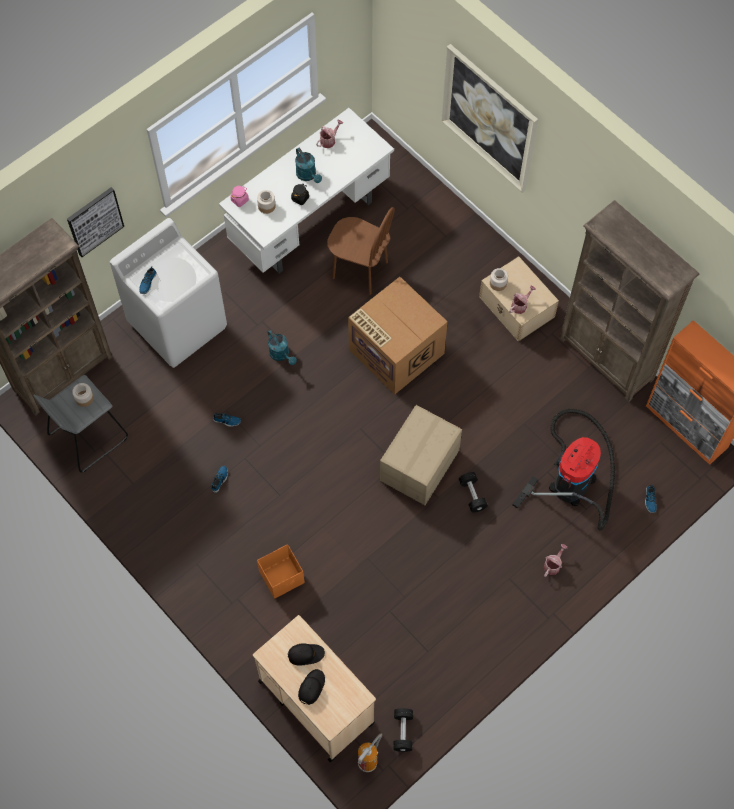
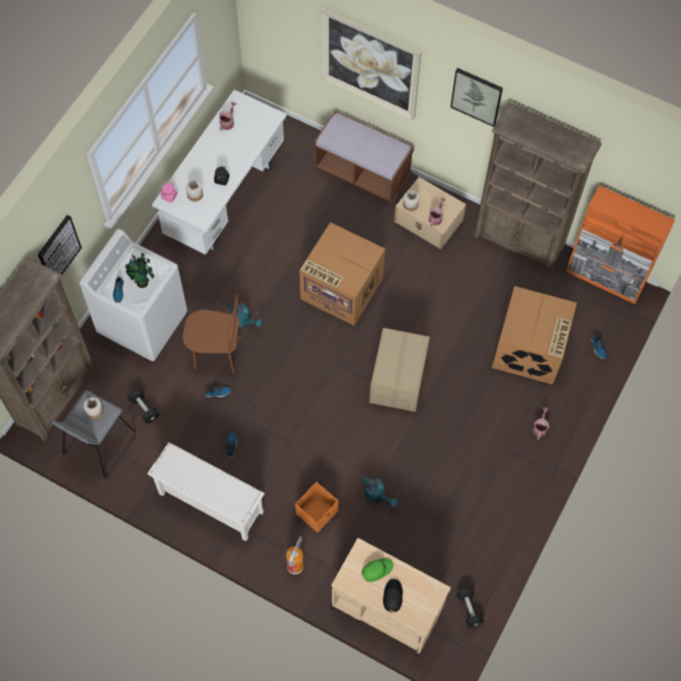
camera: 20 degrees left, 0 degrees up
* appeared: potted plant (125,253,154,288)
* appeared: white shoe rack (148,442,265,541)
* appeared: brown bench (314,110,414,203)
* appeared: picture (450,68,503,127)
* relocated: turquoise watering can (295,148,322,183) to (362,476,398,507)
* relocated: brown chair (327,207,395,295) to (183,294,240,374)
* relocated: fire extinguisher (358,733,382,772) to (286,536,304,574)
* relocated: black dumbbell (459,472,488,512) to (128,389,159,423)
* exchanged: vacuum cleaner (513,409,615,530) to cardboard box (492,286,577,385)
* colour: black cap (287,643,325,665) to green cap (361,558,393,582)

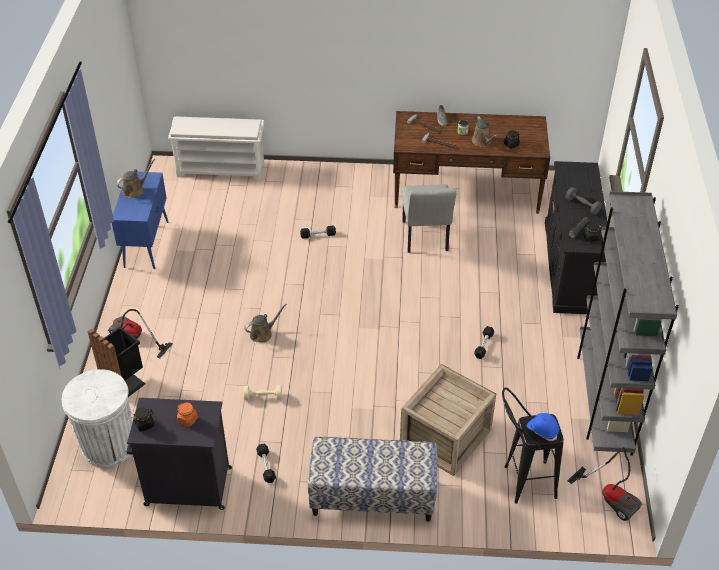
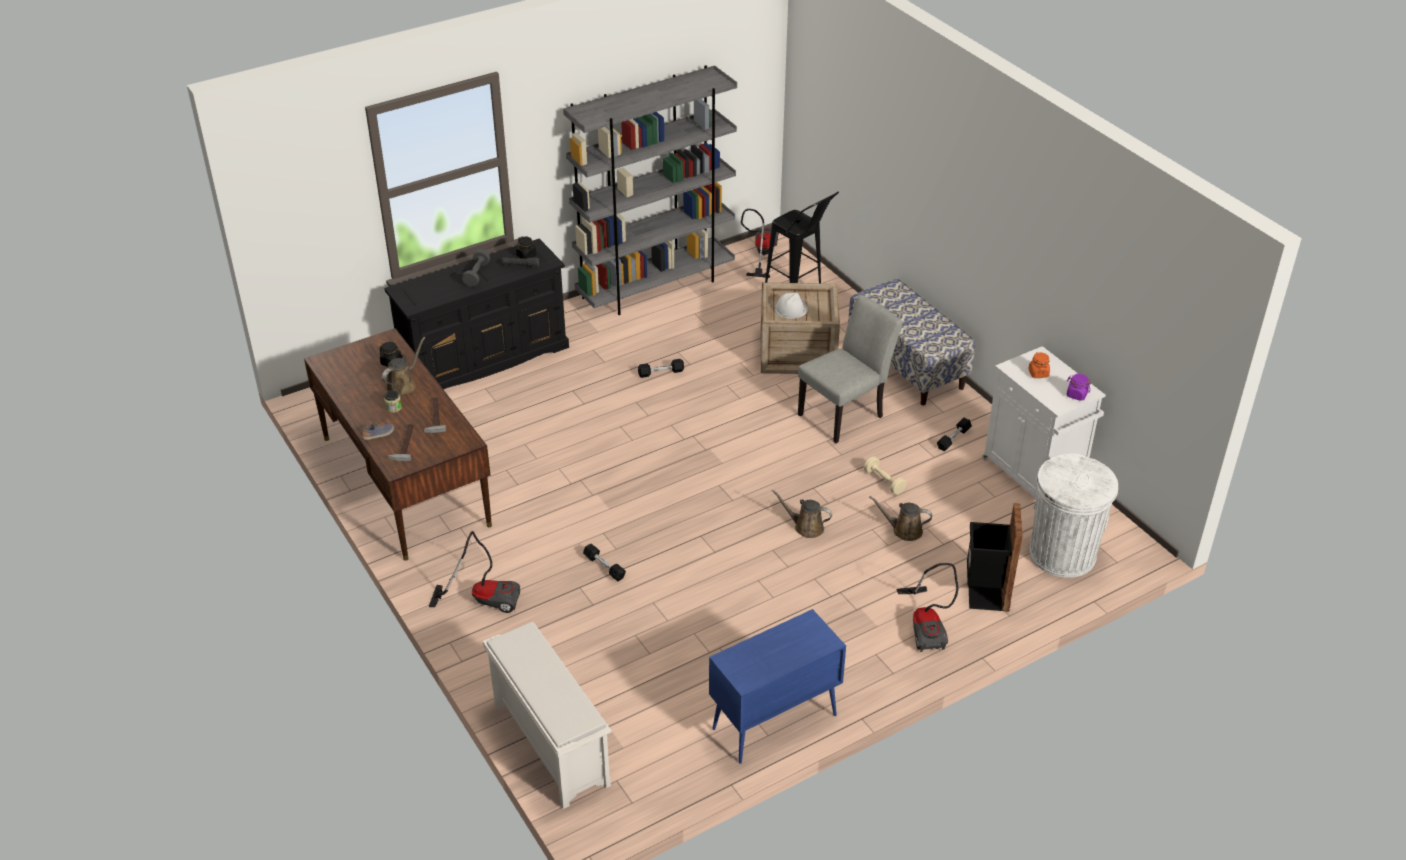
camera: 125 degrees left, 5 degrees down
* missing: blue hard hat (527,413,559,441)
* appeared: vacuum cleaner (429,531,520,613)
* appeared: white hard hat (775,293,808,319)
* relocated: brown watering can (116,159,155,198) to (869,496,932,541)
* relocated: grey chair (401,184,456,253) to (798,294,903,443)
* colour: black cabinet (126,398,232,510) to white cabinet (982,346,1106,499)
* colour: black jar (133,407,154,432) to purple jar (1066,374,1091,401)

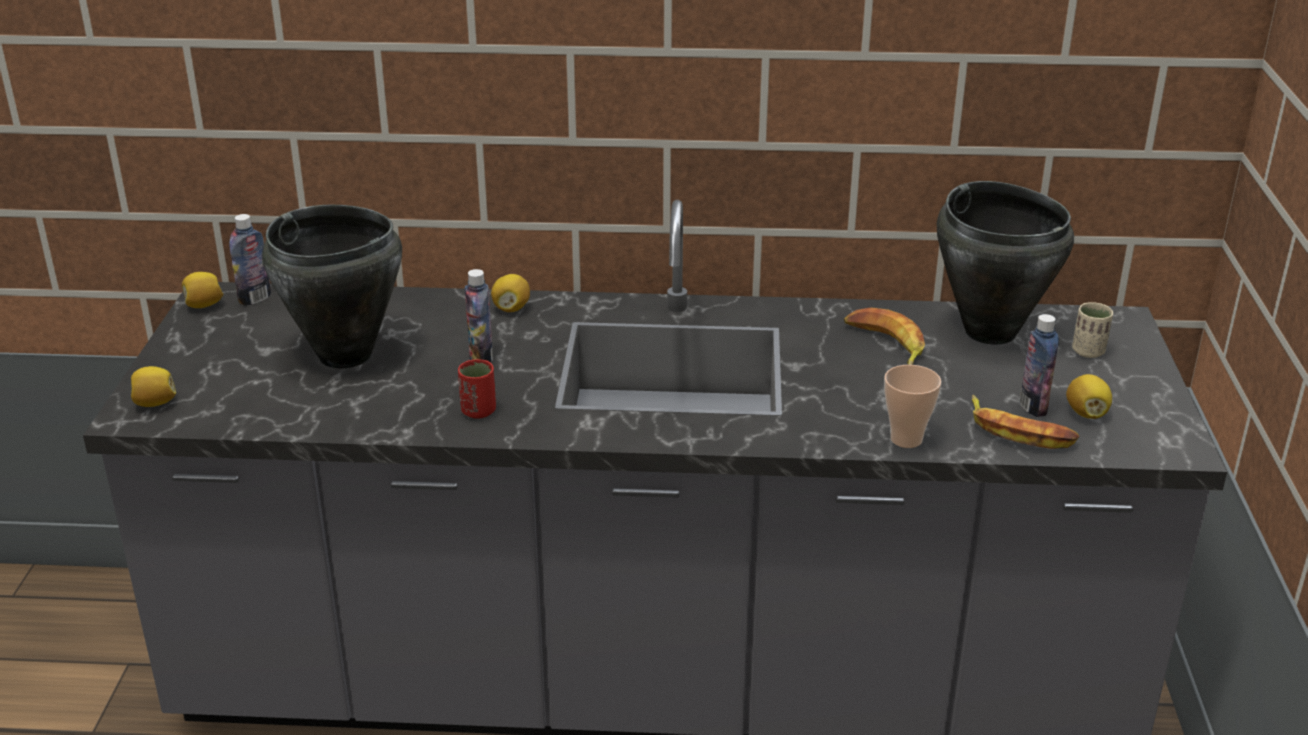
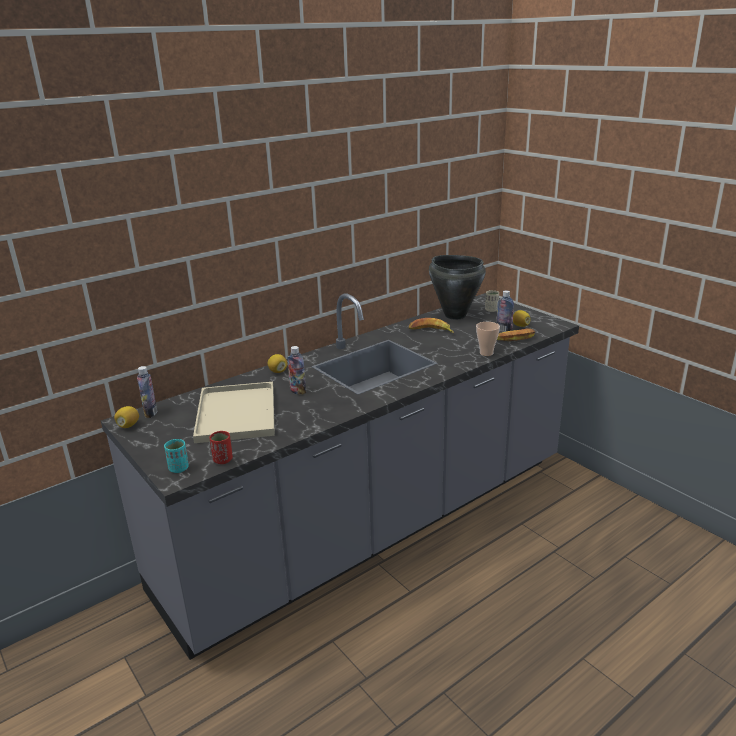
camera: 40 degrees left, 5 degrees down
* relocated: red cup (458,359,496,419) to (209,431,233,464)
* exchanged: lemon (131,366,176,407) to turquoise cup (164,439,189,473)
* exchanged: black cooking pot (262,205,402,368) to beige tray (193,382,275,443)

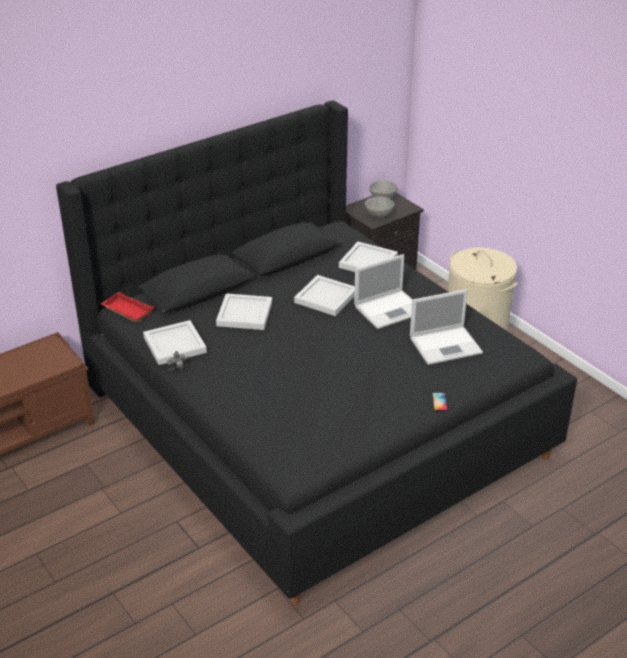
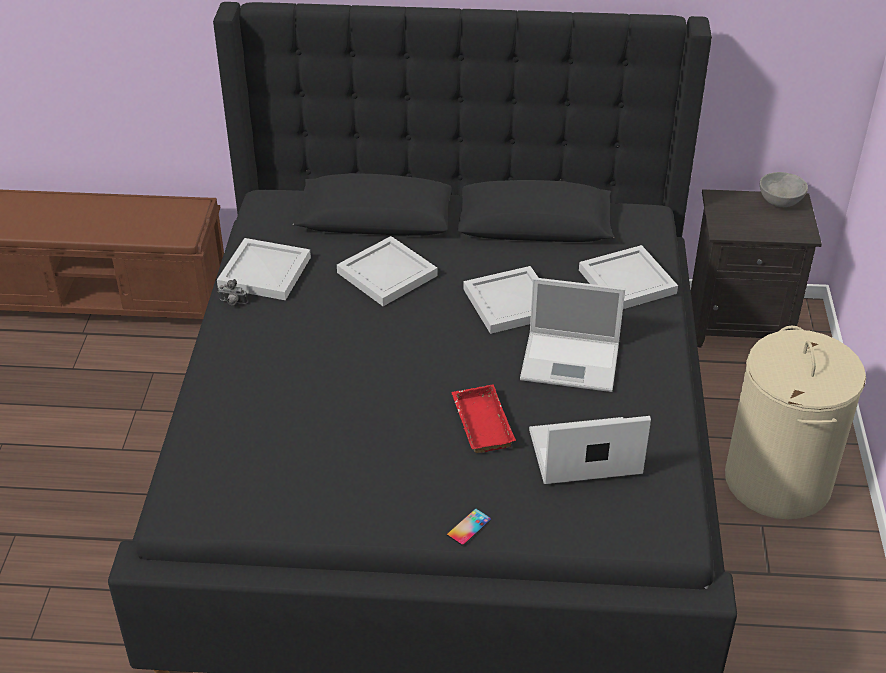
camera: 40 degrees right, 5 degrees up
* missing: grey bowl (365,197,395,217)
* relocated: red tray (101,292,154,323) to (451,384,516,453)
* spun: laptop (410,289,483,365) = (529,416,651,484) 150 degrees clockwise

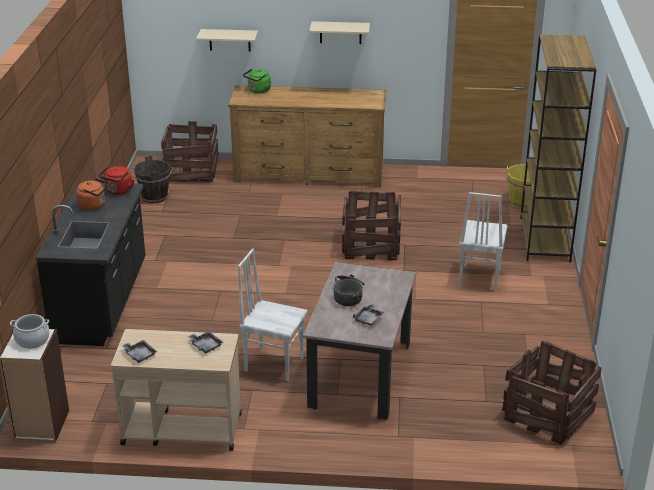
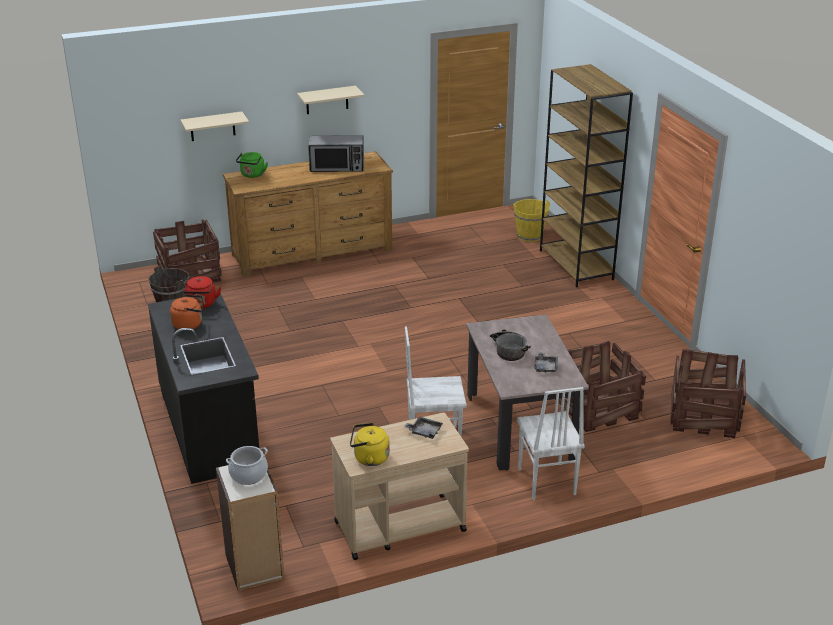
camera: 25 degrees left, 0 degrees up
* appeared: microwave (308,135,364,172)
* relocated: crate (342,191,401,260) to (555,341,646,432)
* relocated: white chair (459,192,508,292) to (517,387,585,501)
* exchanged: grey tray (121,340,157,363) to yellow kettle (350,423,390,466)

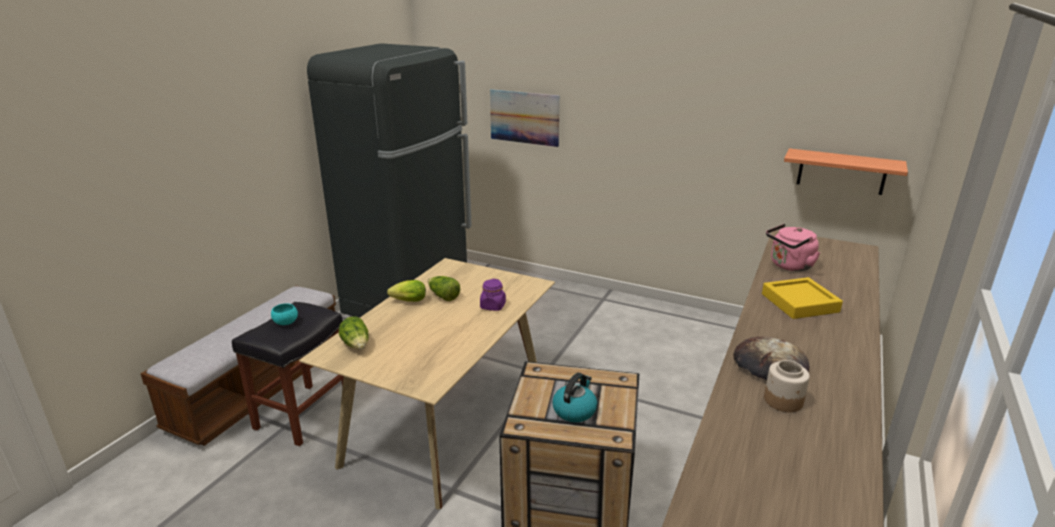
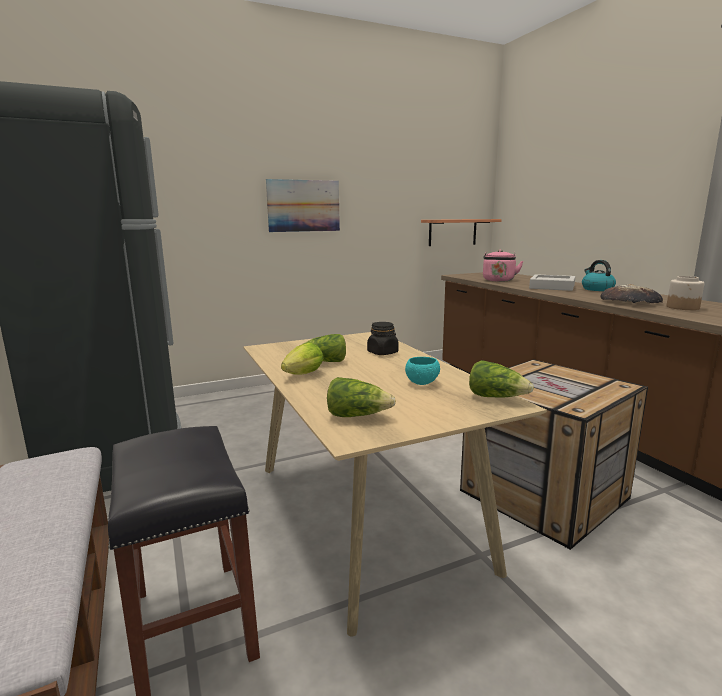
camera: 50 degrees left, 10 degrees down
* appeared: lettuce (469,360,534,397)
* relocated: turquoise bowl (271,303,298,325) to (405,357,440,385)
* relocated: picture (490,89,560,147) to (266,179,340,232)
* relocated: kettle (552,373,597,422) to (582,260,616,291)
* colour: purple jar (480,279,506,311) to black jar (367,322,398,355)
* colour: yellow tray (762,277,843,319) to grey tray (529,274,575,291)

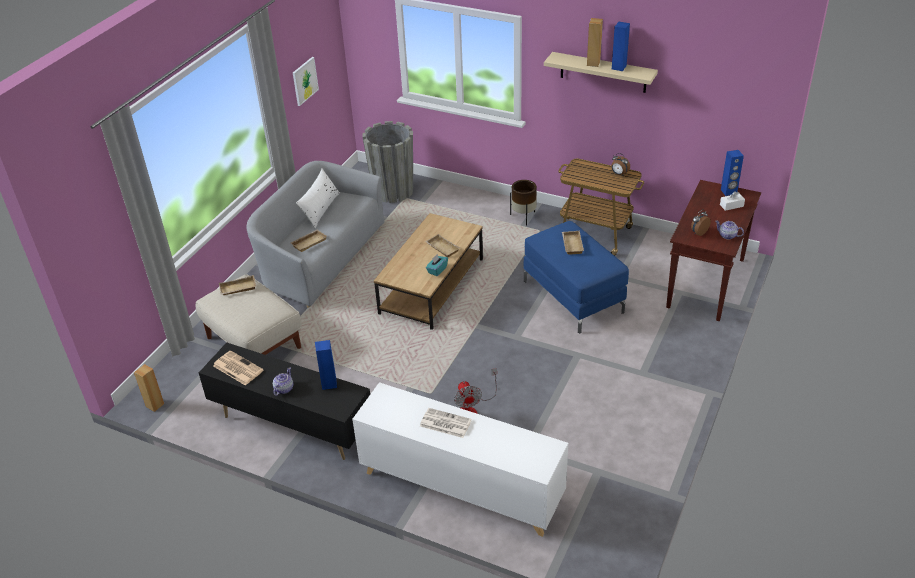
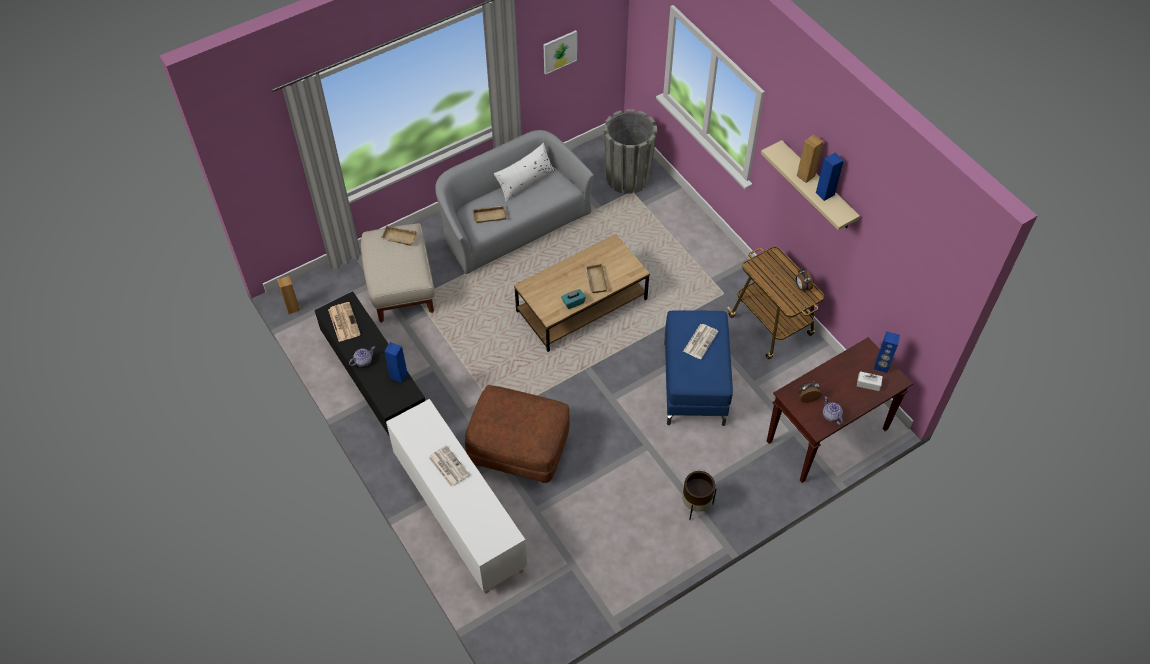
camera: 30 degrees right, 15 degrees up
* relocated: brown planter (510,180,537,226) to (682,471,716,520)
* exchanged: fan (454,368,497,414) to brown ottoman (465,385,570,483)
* exchanged: beige tray (562,231,584,254) to newspaper (683,324,719,359)

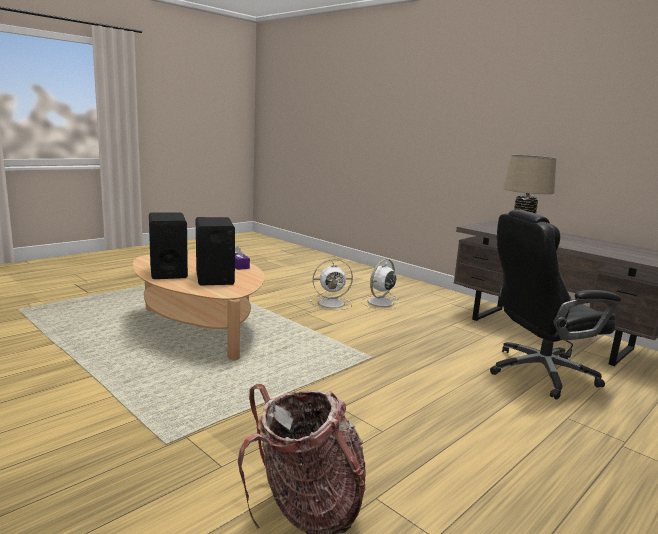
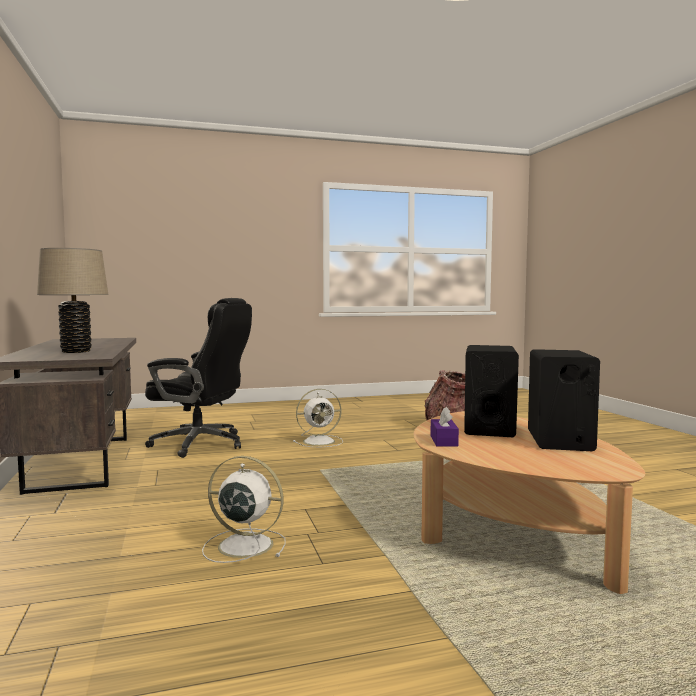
camera: 150 degrees left, 10 degrees down
* relocated: white fan (361,259,399,310) to (293,389,343,447)

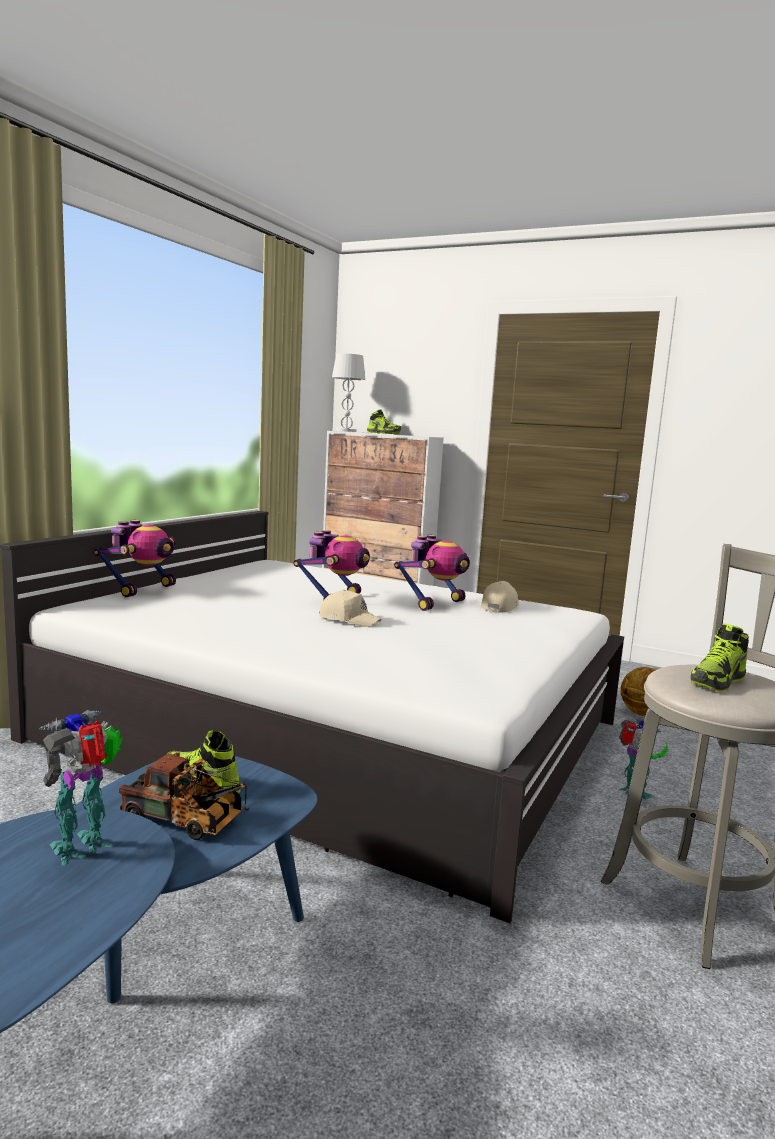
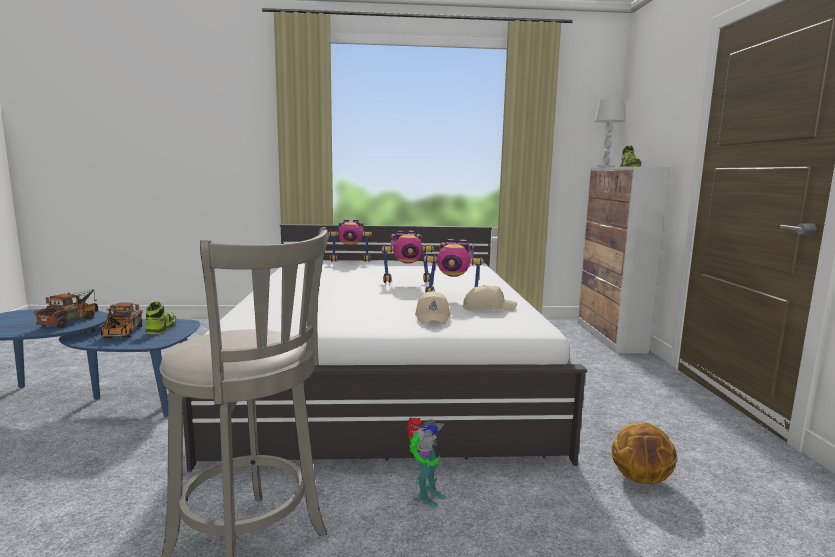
camera: 60 degrees right, 0 degrees up
* missing: shoe (691,624,749,692)
* relocated: beige cap (319,589,382,627) to (415,291,451,324)
* exchanged: toy robot (39,710,123,865) to toy truck (34,289,99,328)

